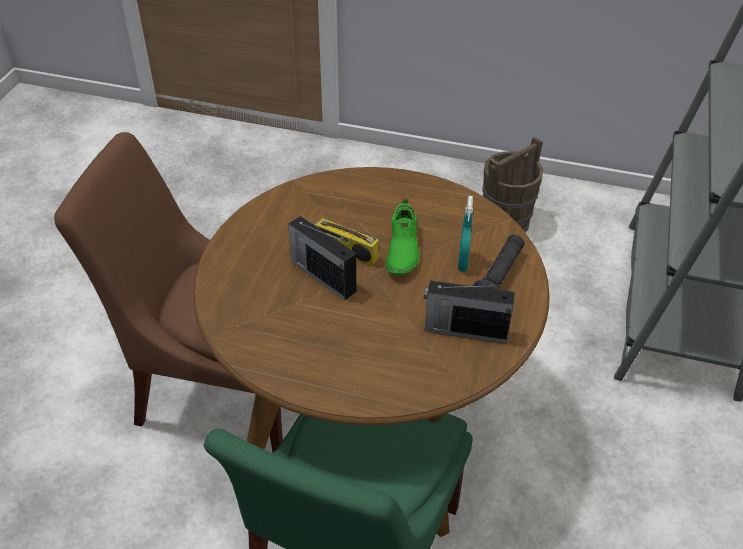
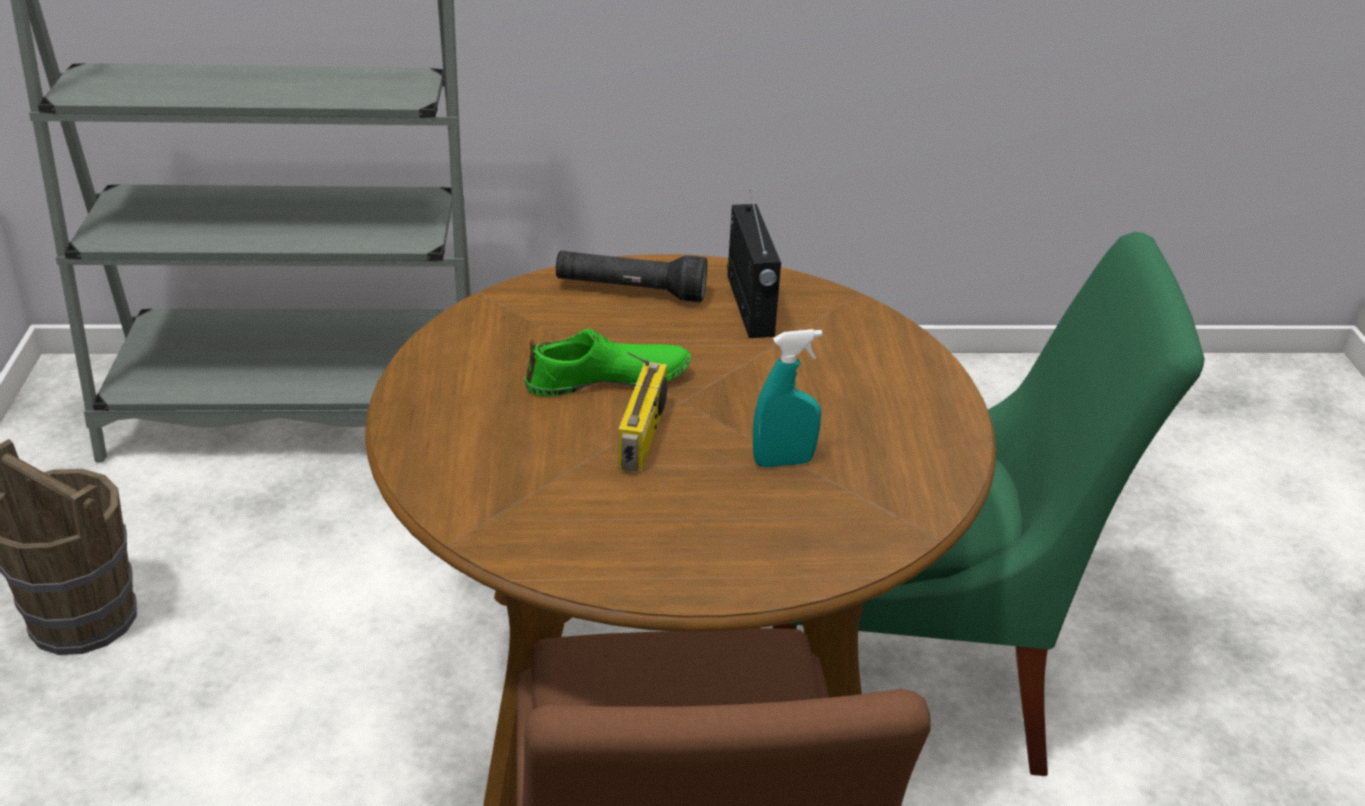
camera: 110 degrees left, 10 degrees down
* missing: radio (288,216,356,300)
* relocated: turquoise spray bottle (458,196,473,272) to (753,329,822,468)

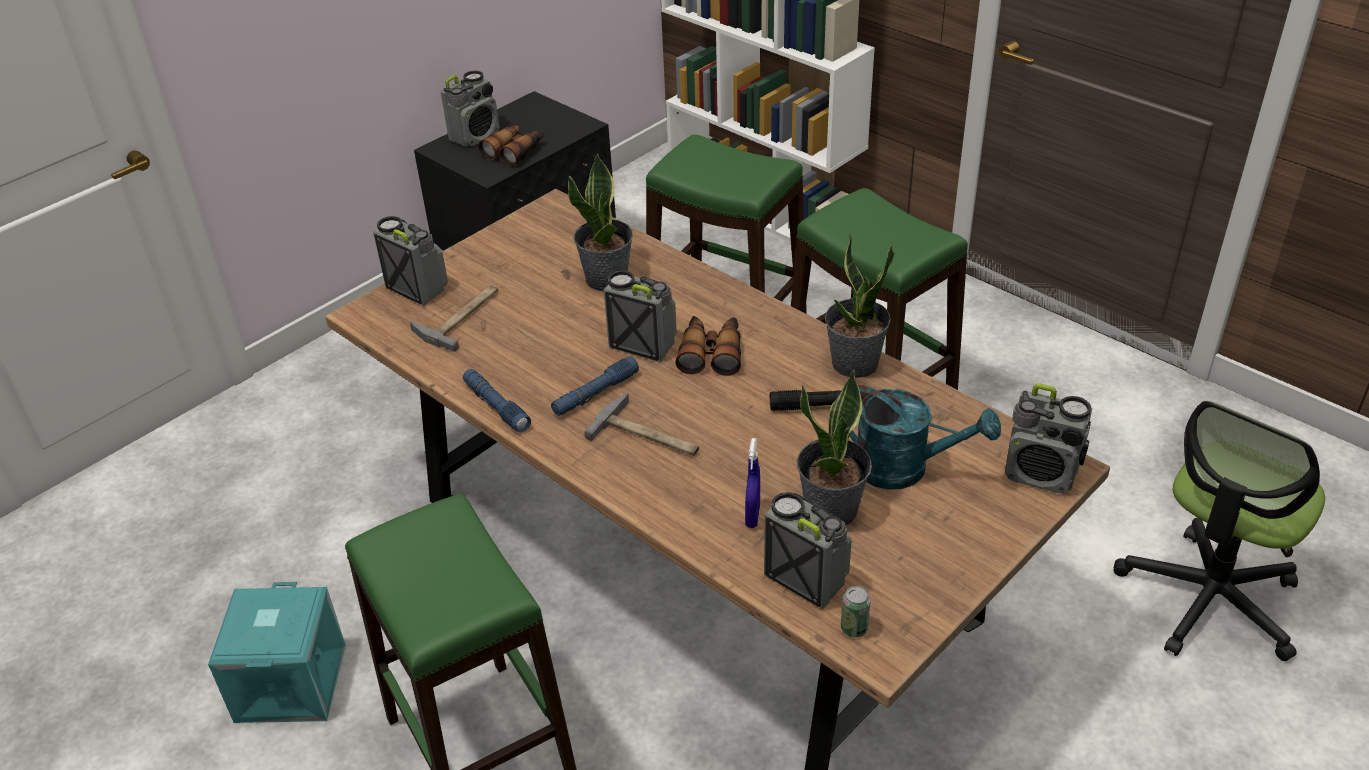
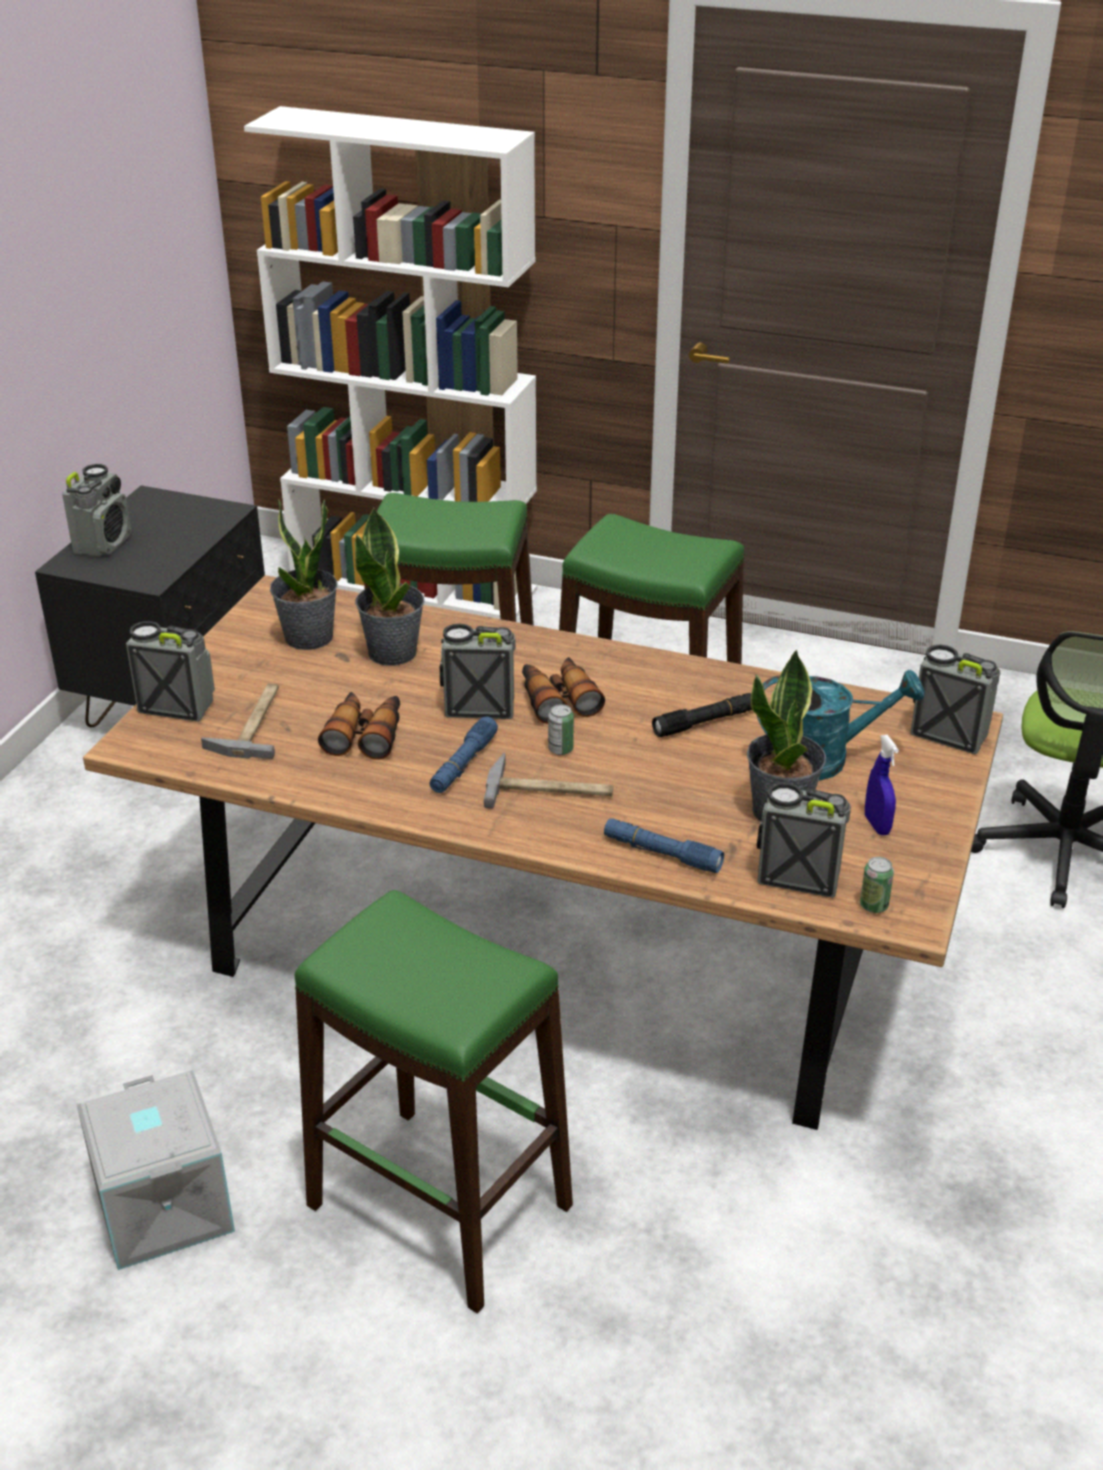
camera: 25 degrees left, 5 degrees down
* appeared: can (548,704,574,755)
* relocated: blue flashlight (463,369,531,432) to (604,819,724,873)
* relocated: binoculars (478,123,544,167) to (318,692,400,760)
* relocated: blue spray bottle (745,438,760,528) to (865,735,899,835)
* relocated: potted plant (825,233,895,378) to (270,499,338,650)
* colour: turquoise storage box (208,582,346,723) to grey storage box (77,1070,235,1270)
* spun: radio (1005,383,1092,493) = (910,644,1000,754) 150 degrees counterclockwise

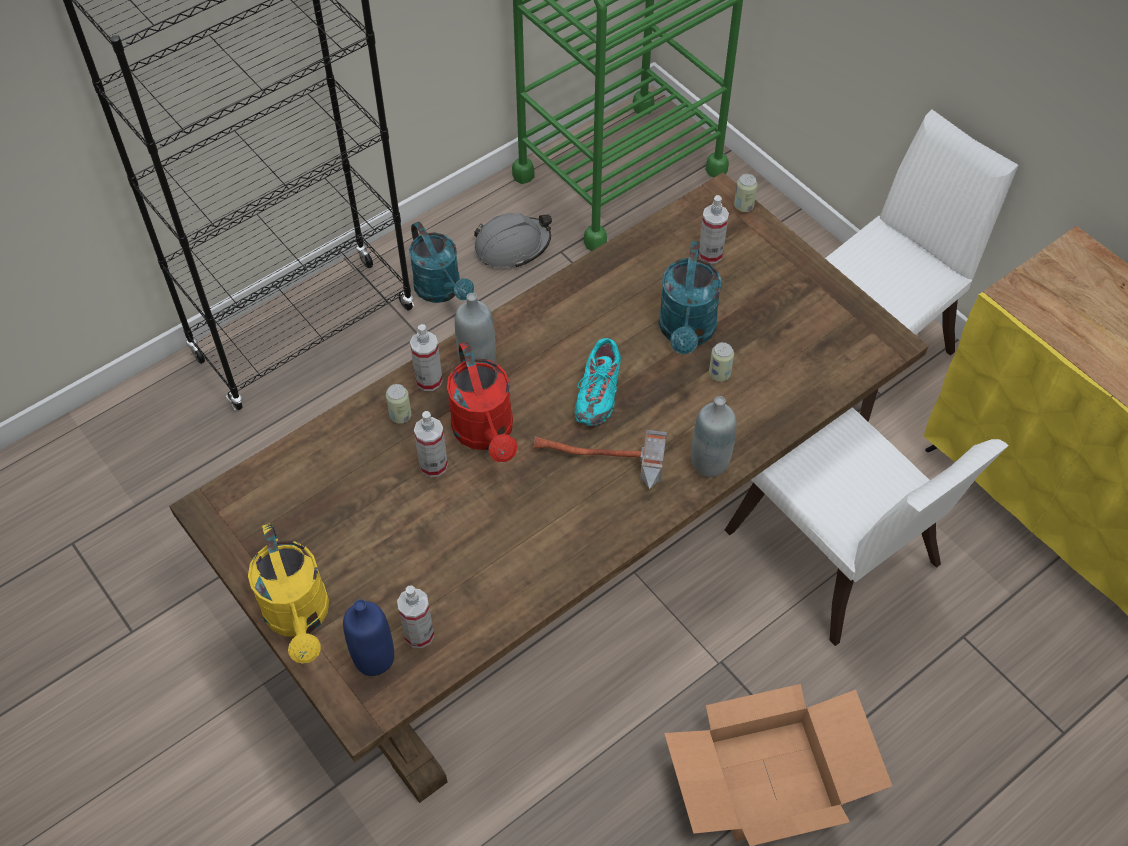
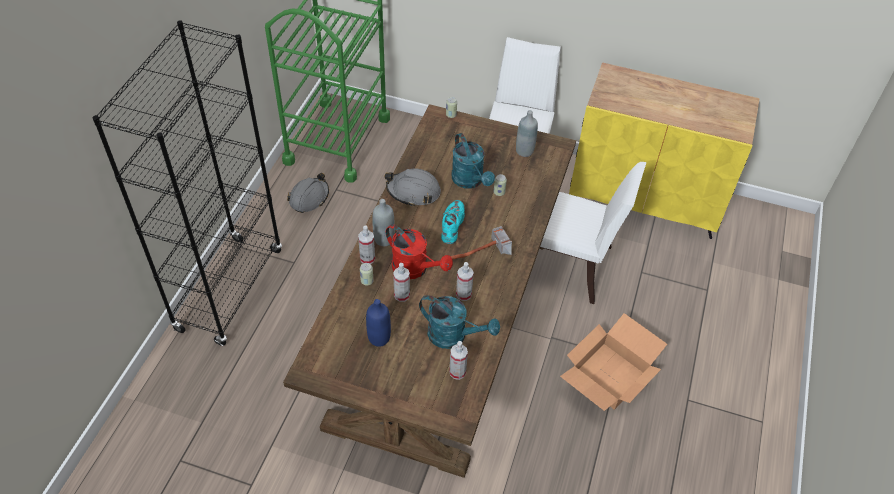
camera: 35 degrees left, 5 degrees down
* missing: yellow watering can (248,523,329,664)
* appeared: grey hard hat (385,169,441,207)
* relocated: blue bottle (343,599,394,676) to (366,299,391,347)
* relocated: turquoise watering can (409,222,474,303) to (419,295,500,349)
* relocated: grey bottle (691,396,737,477) to (516,110,538,157)
* relocated: spray bottle (699,195,729,264) to (456,262,474,301)
* spun: turquoise shoe (574,338,621,426) = (441,200,465,244) 150 degrees counterclockwise

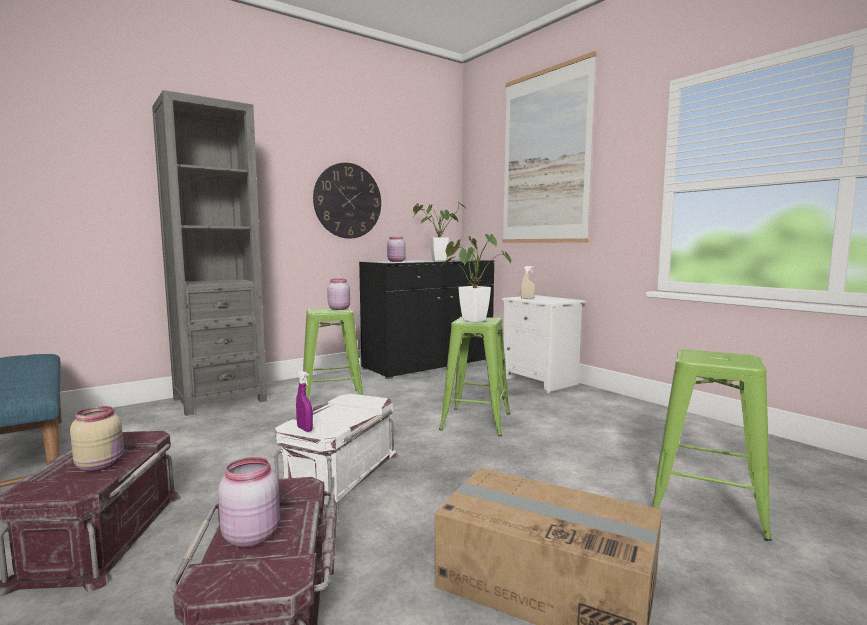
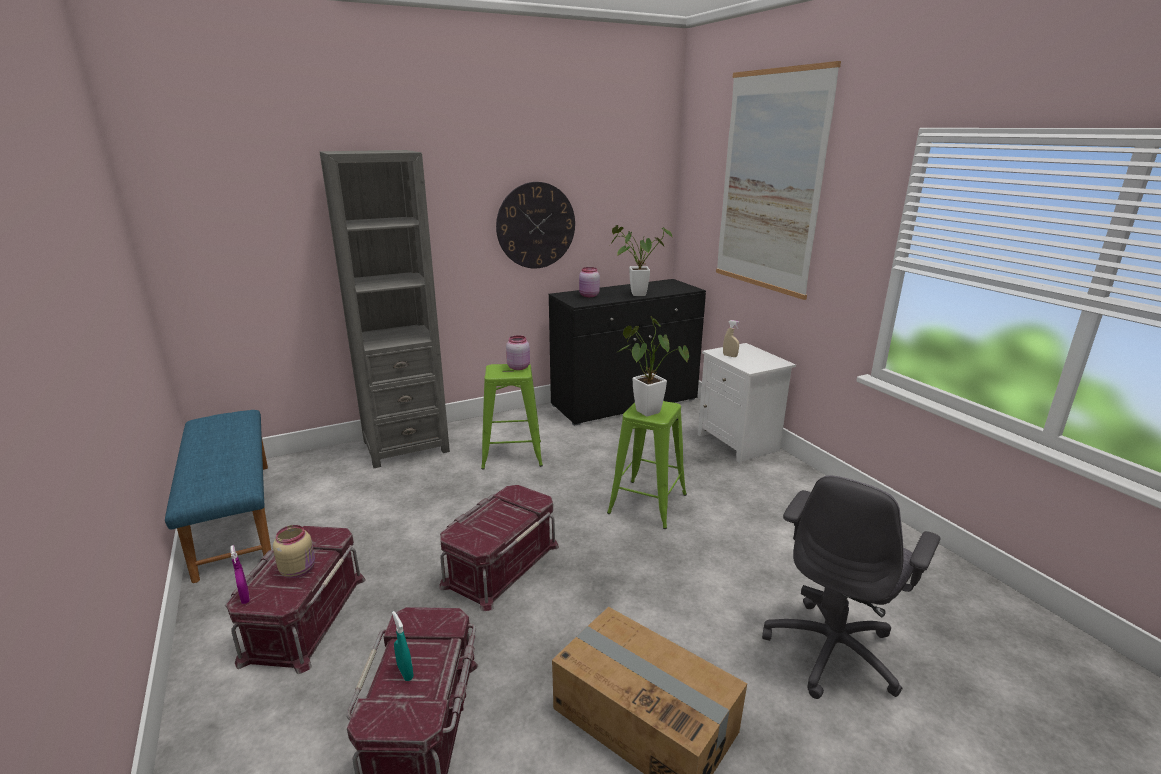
camera: 10 degrees right, 15 degrees up
* relocated: purple spray bottle (296,371,313,432) to (230,545,250,604)
* exchanged: pink jar (218,457,280,547) to turquoise spray bottle (392,611,414,681)
* exchanged: green stool (652,349,772,541) to grey office chair (762,475,940,699)
* colour: white storage box (274,394,398,511) to red storage box (440,485,559,611)

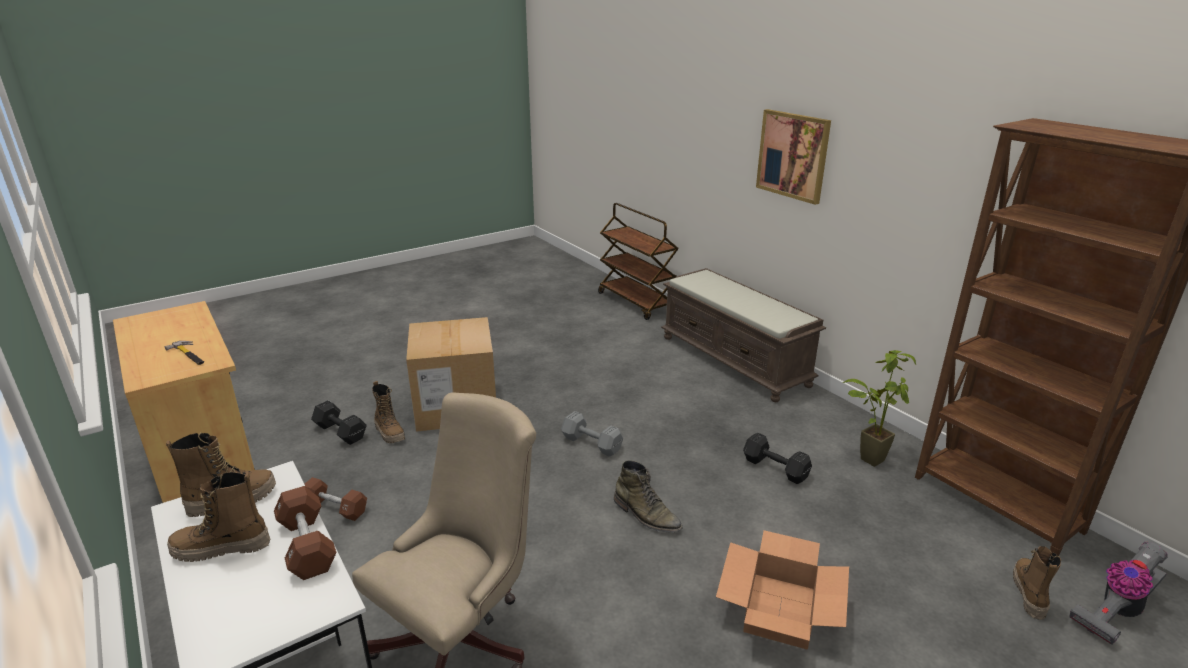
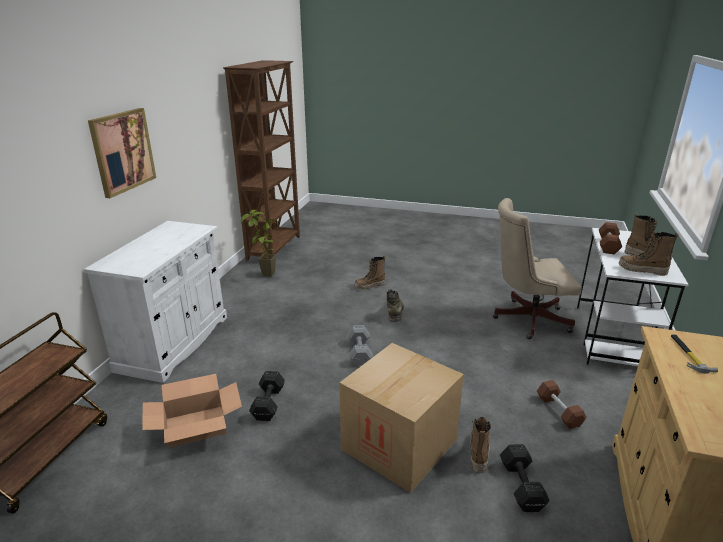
camera: 130 degrees left, 0 degrees up
* missing: vacuum cleaner (1069,542,1168,645)
* relocated: cardboard box (716,530,849,649) to (142,374,242,448)
* relocated: black dumbbell (743,433,812,484) to (249,371,285,421)
* relocated: boot (1013,546,1061,620) to (355,255,385,290)
* exchanged: brown bench (661,268,826,402) to white cabinet (84,221,227,383)

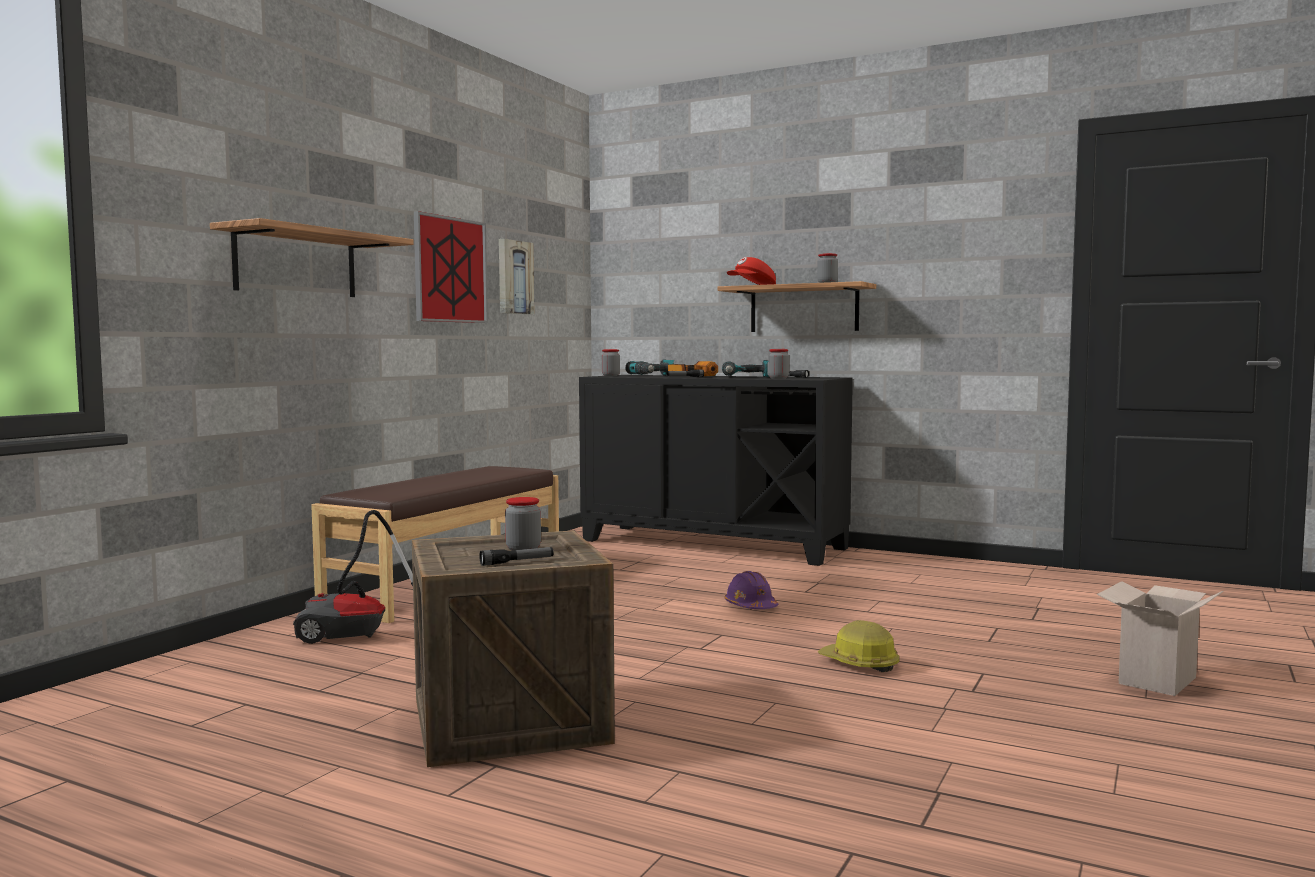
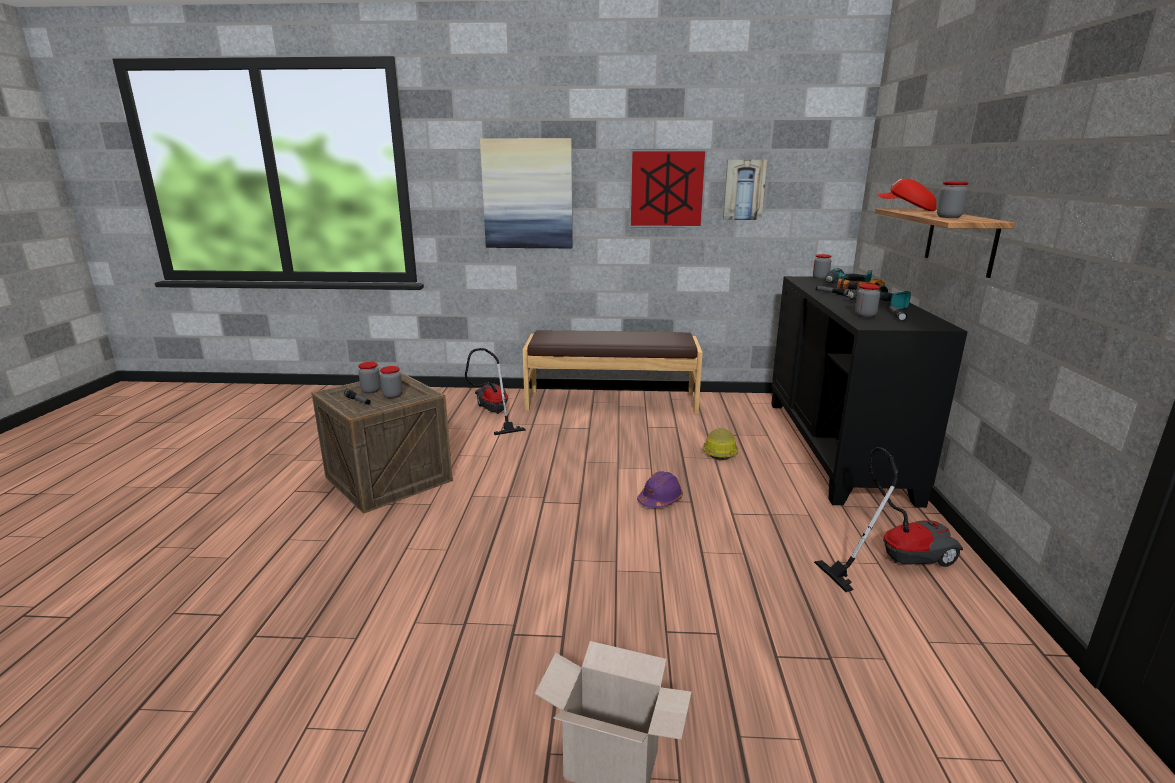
camera: 65 degrees right, 15 degrees up
* appeared: jar (358,362,381,393)
* appeared: vacuum cleaner (814,447,963,592)
* relocated: hard hat (818,620,900,672) to (702,428,738,460)
* exchanged: shelf (210,218,414,297) to picture (480,138,573,248)

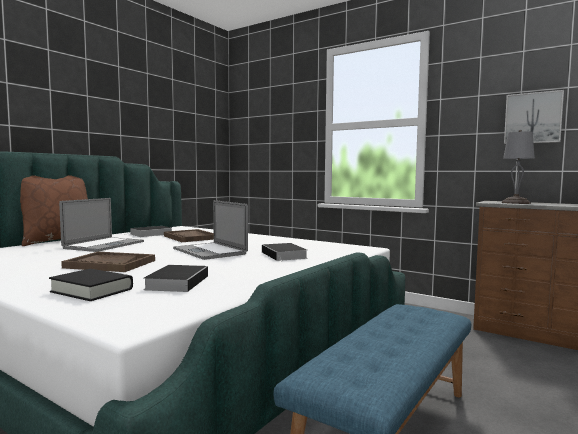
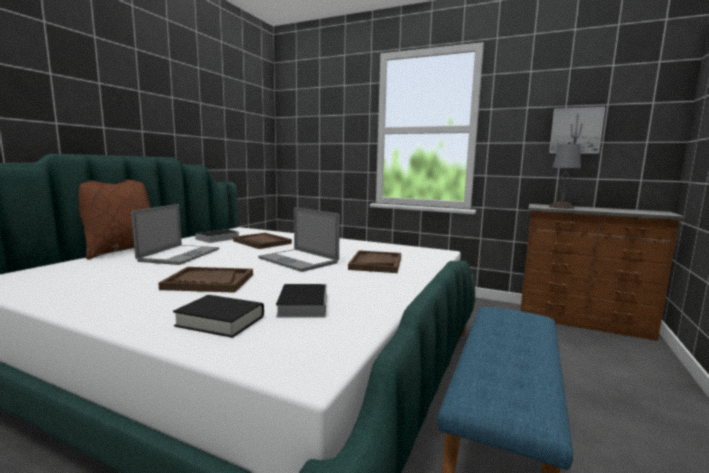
camera: 10 degrees left, 5 degrees up
* exchanged: book (262,243,308,262) to brown tray (348,250,401,273)

